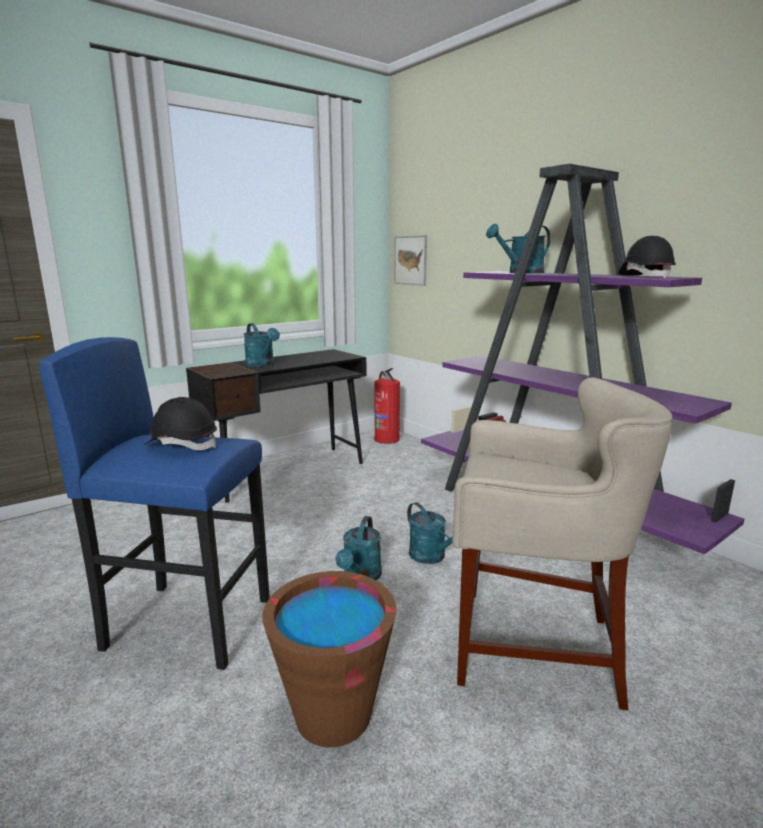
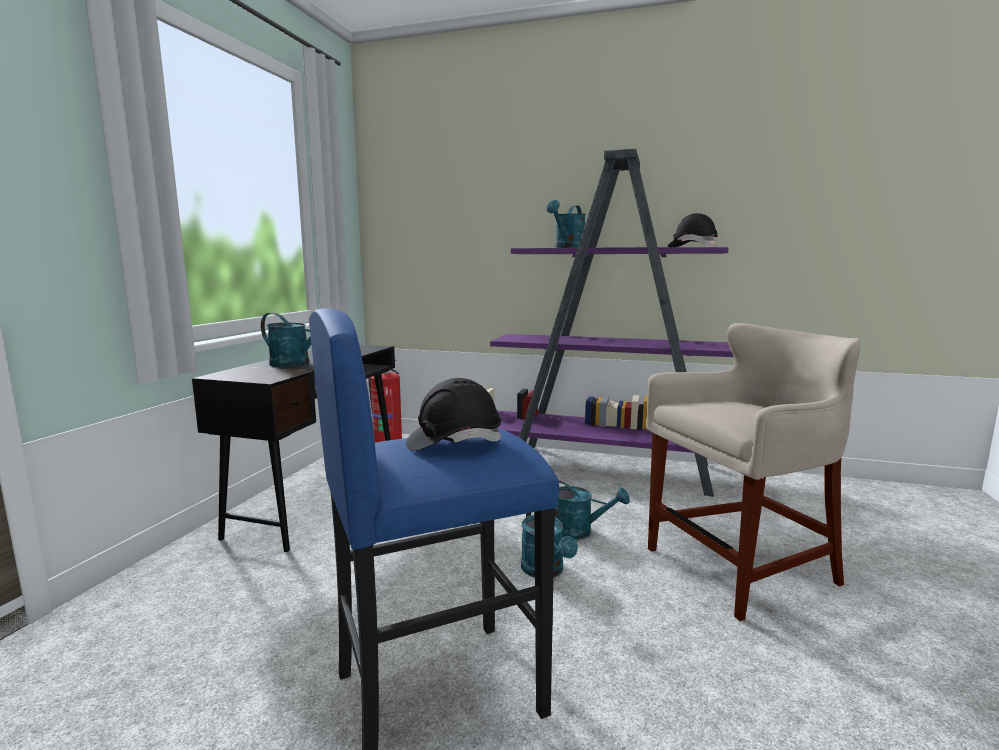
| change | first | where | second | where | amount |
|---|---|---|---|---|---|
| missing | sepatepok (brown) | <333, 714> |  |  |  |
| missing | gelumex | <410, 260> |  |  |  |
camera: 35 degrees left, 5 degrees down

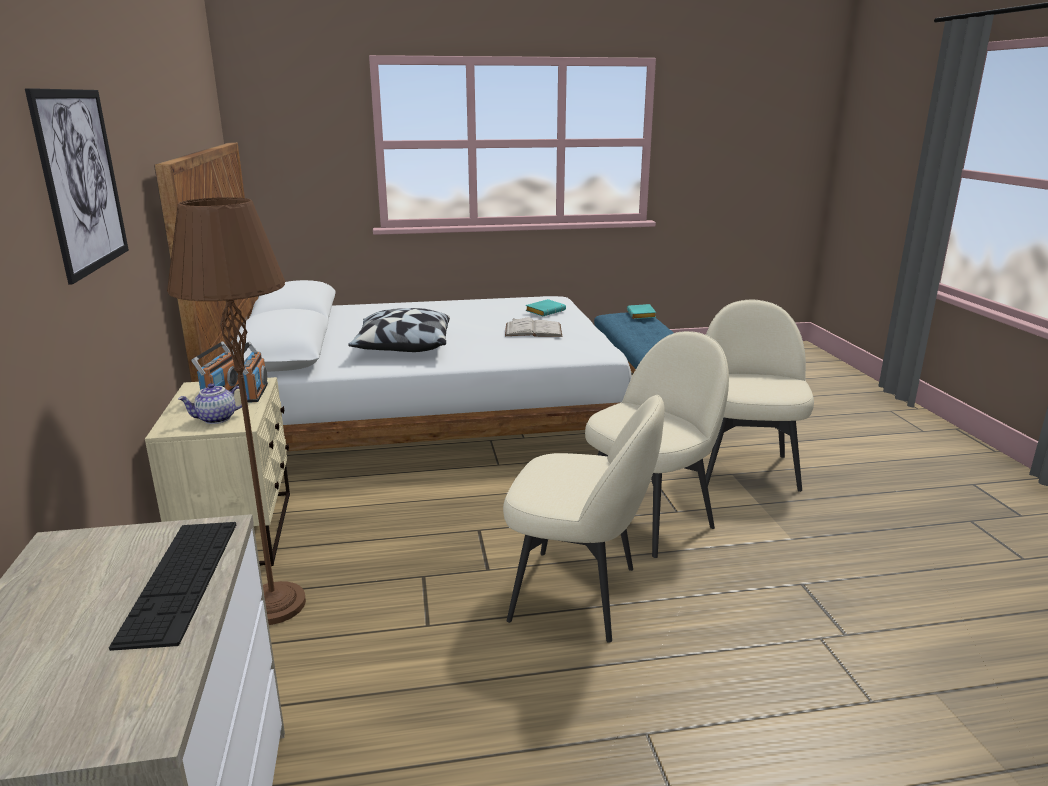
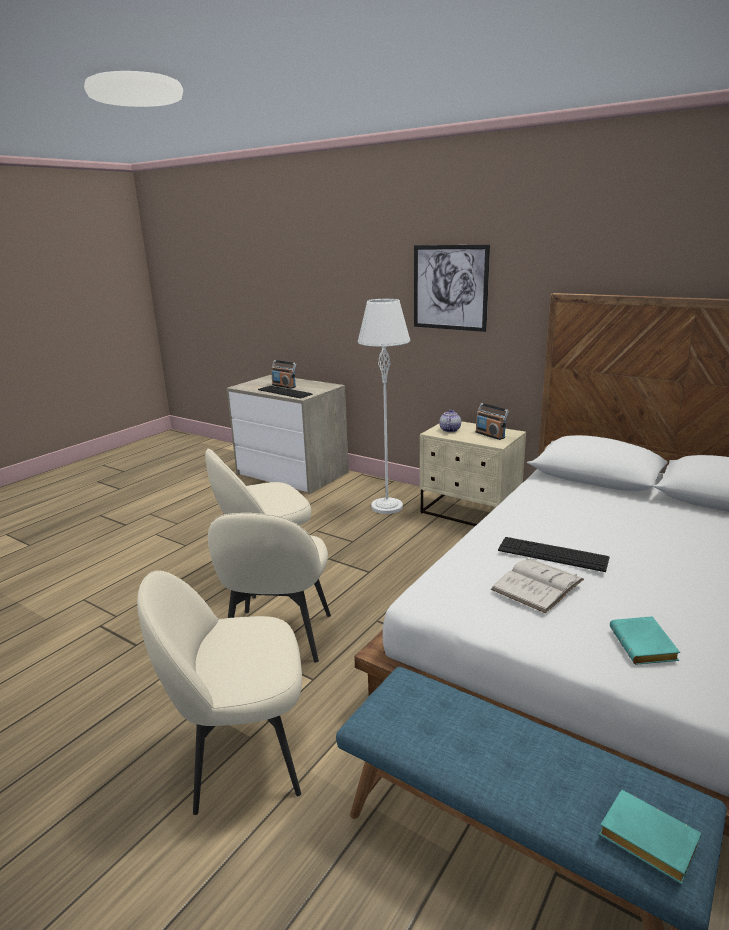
| change | first | where | second | where | amount |
|---|---|---|---|---|---|
| missing | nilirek | <402, 348> |  |  |  |
| appeared |  |  | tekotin | <552, 554> |  |
| relocated | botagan | <255, 393> |  | <284, 386> |  |
| colour | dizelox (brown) | <274, 605> | dizelox (white) | <386, 507> |  |
| spun | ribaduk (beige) | <744, 469> |  | <242, 755> | 120 degrees clockwise |
camera: 135 degrees right, 0 degrees up

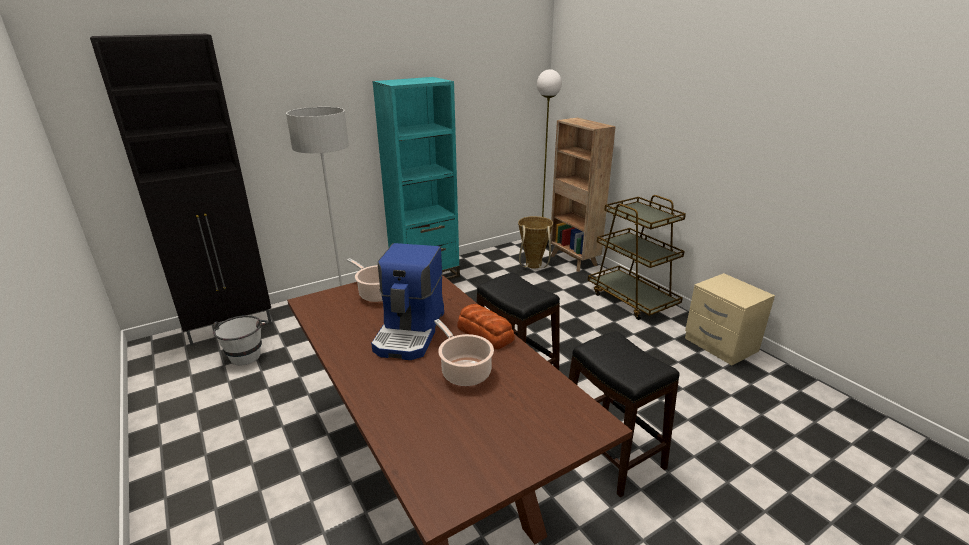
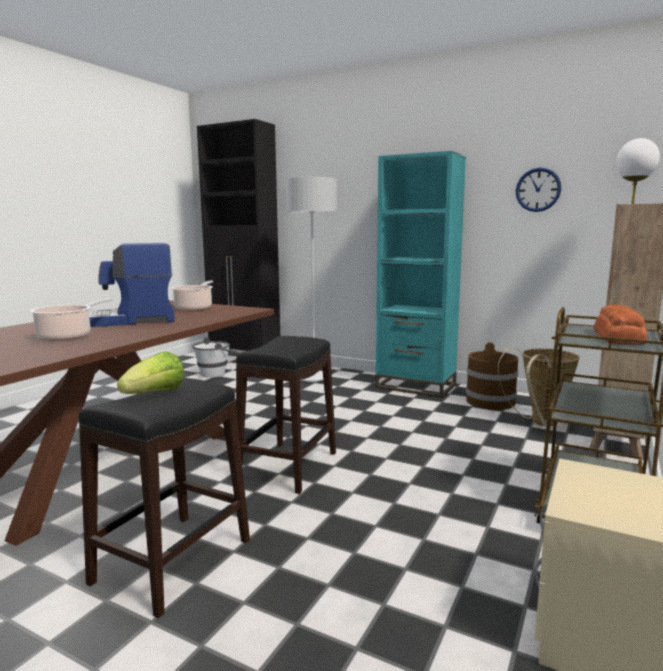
| change | first | where | second | where | amount |
|---|---|---|---|---|---|
| appeared |  |  | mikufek | <155, 394> |  |
| appeared |  |  | sepatepok (brown) | <490, 402> |  |
| appeared |  |  | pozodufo | <538, 190> |  |
| relocated | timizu | <485, 333> |  | <619, 337> |  |
camera: 60 degrees right, 15 degrees down

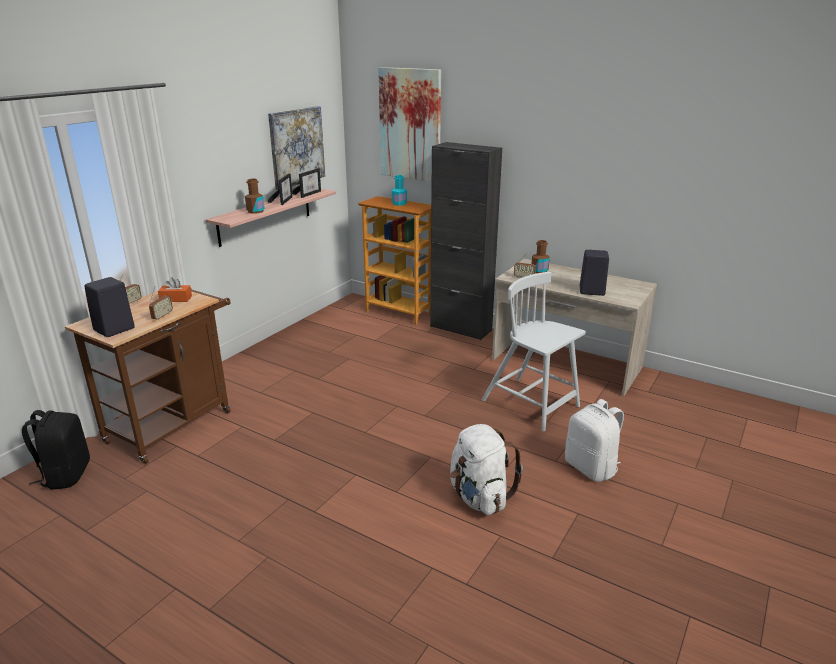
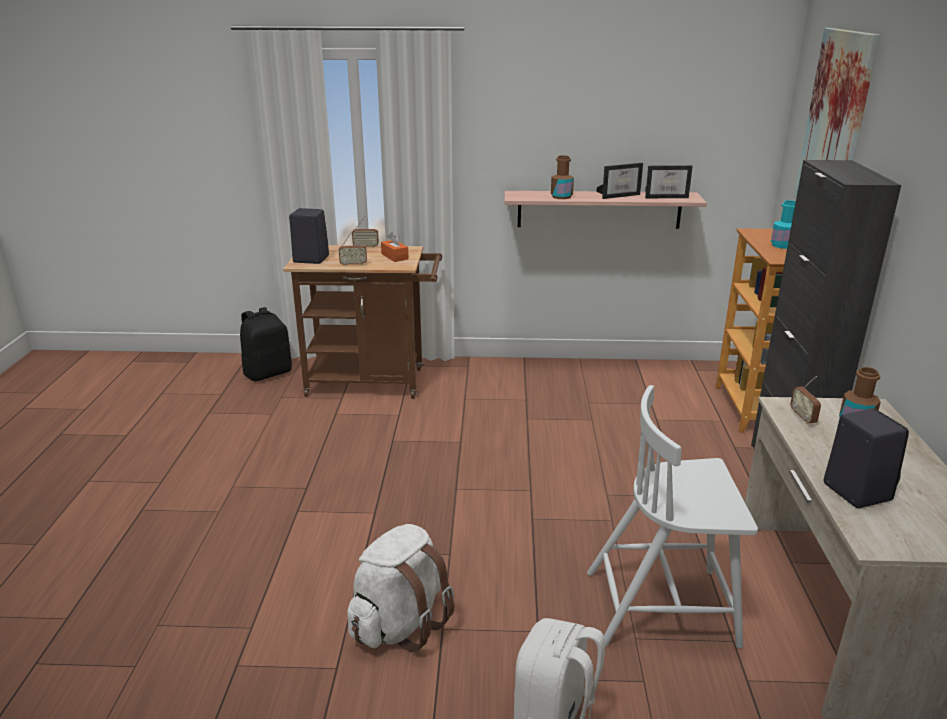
| change | first | where | second | where | amount |
|---|---|---|---|---|---|
| missing | gelumex | <296, 146> |  |  |  |
| spun | ribaduk (white) | <532, 404> |  | <663, 607> | 105 degrees counterclockwise |
camera: 60 degrees right, 0 degrees up

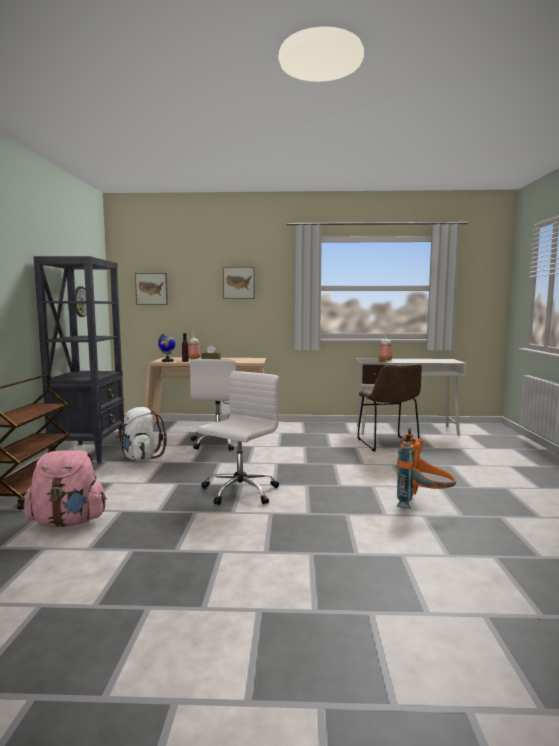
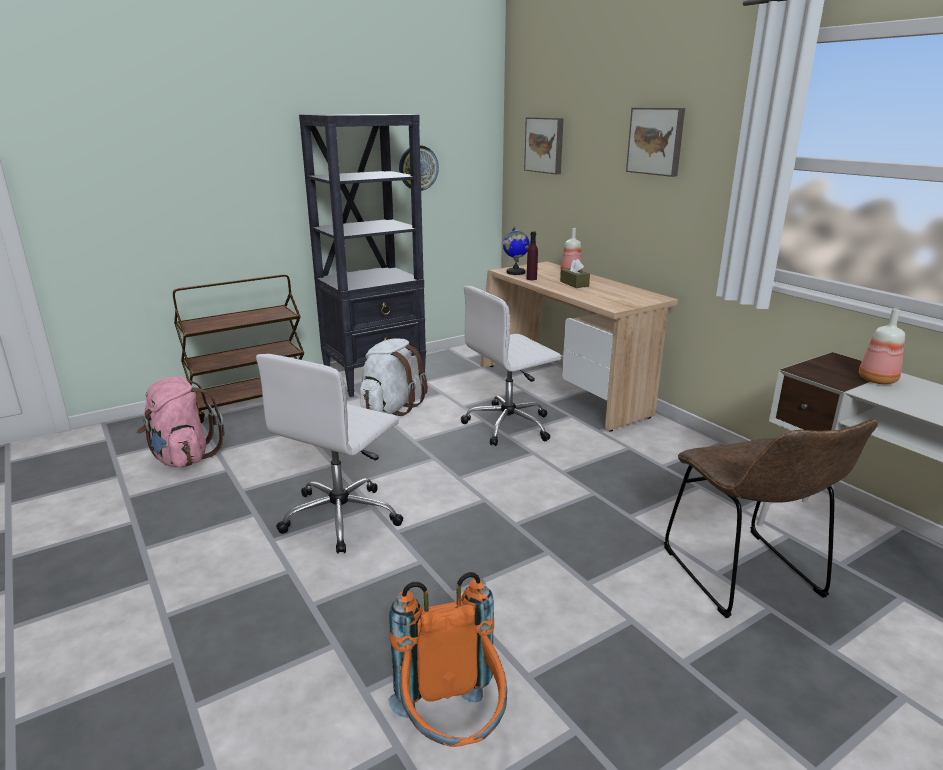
| change | first | where | second | where | amount |
|---|---|---|---|---|---|
| spun | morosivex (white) | <239, 492> |  | <342, 516> | 120 degrees clockwise |
| spun | ribaduk (brown) | <388, 445> |  | <746, 577> | 60 degrees counterclockwise |
camera: 55 degrees right, 15 degrees up

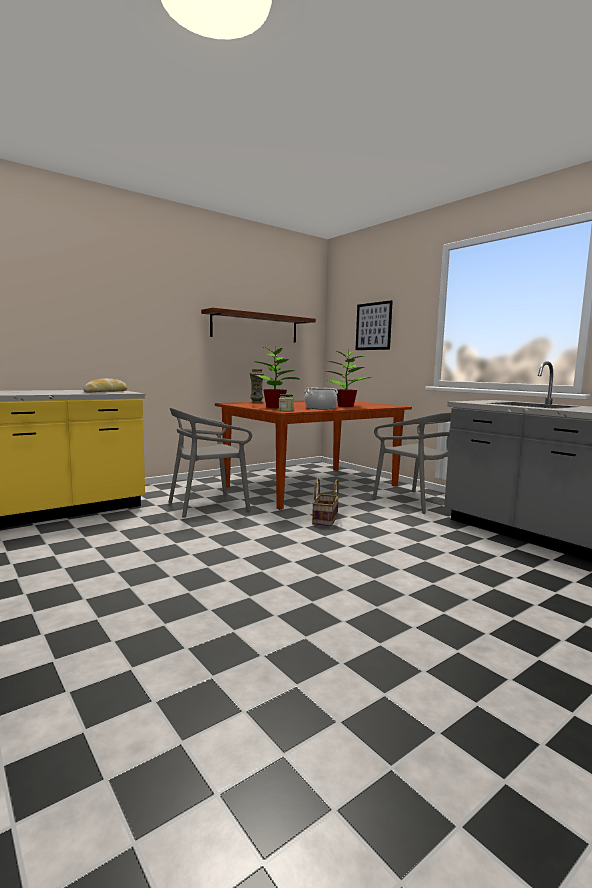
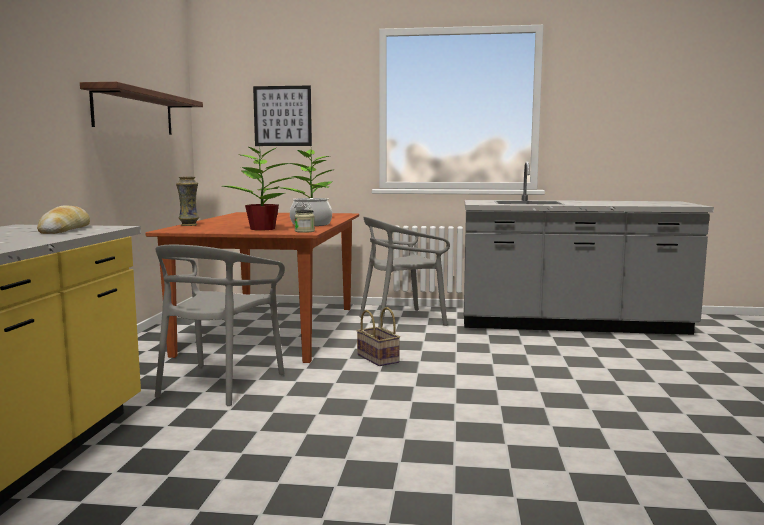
| change | first | where | second | where | amount |
|---|---|---|---|---|---|
| spun | ribaduk (grey) | <414, 502> |  | <402, 320> | 150 degrees clockwise |
camera: 45 degrees left, 0 degrees up

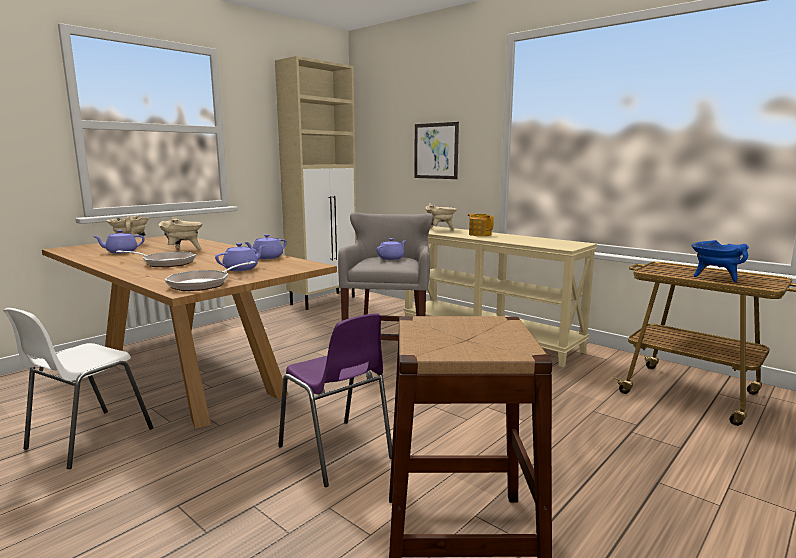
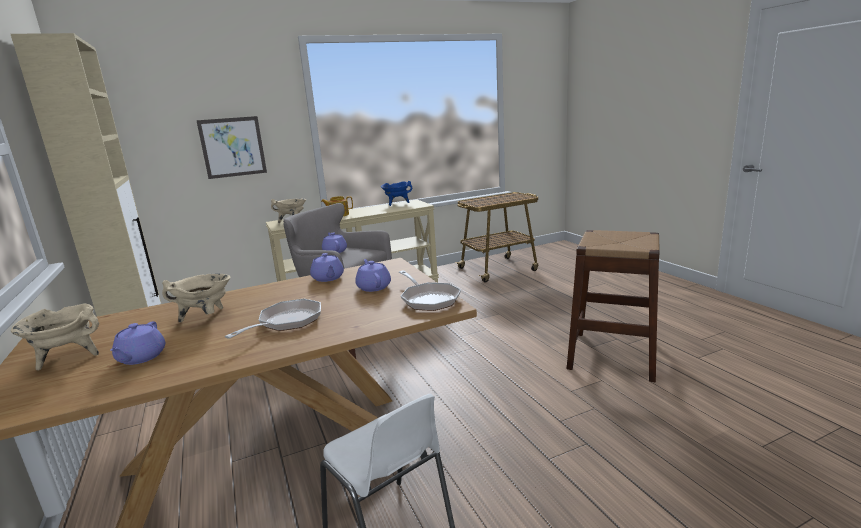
| change | first | where | second | where | amount |
|---|---|---|---|---|---|
| missing | ribaduk (purple) | <337, 453> |  |  |  |
| relocated | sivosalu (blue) | <715, 277> |  | <397, 203> |  |
camera: 65 degrees left, 5 degrees up

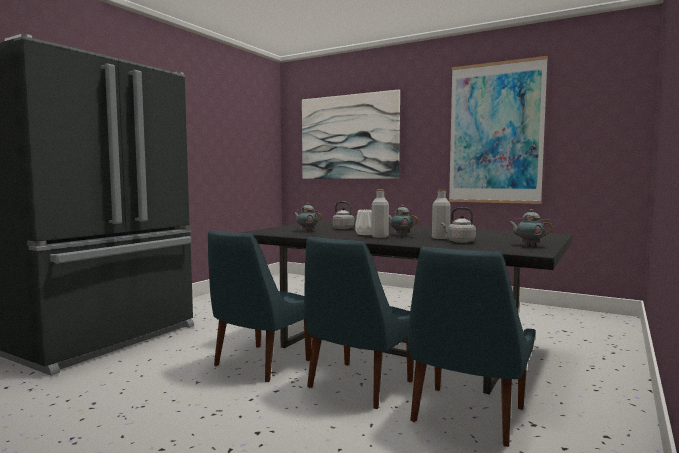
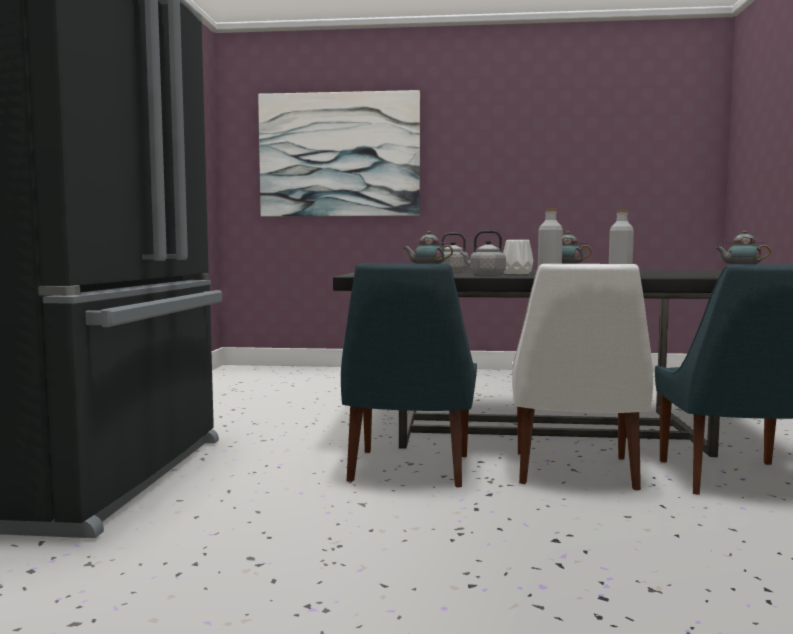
| change | first | where | second | where | amount |
|---|---|---|---|---|---|
| missing | gelumex | <495, 133> |  |  |  |
| relocated | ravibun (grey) | <459, 241> |  | <485, 275> |  |
| colour | ribaduk (blue) | <357, 386> | ribaduk (white) | <574, 472> |  |
camera: 25 degrees left, 0 degrees up

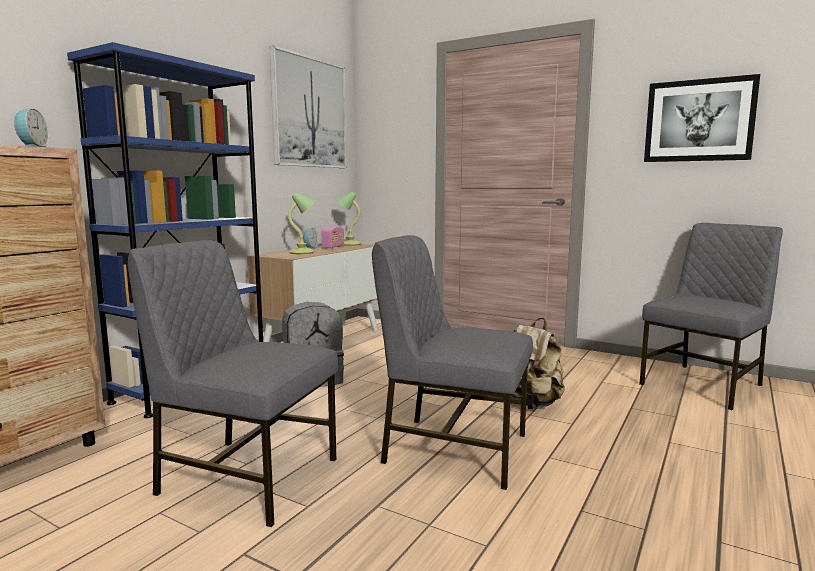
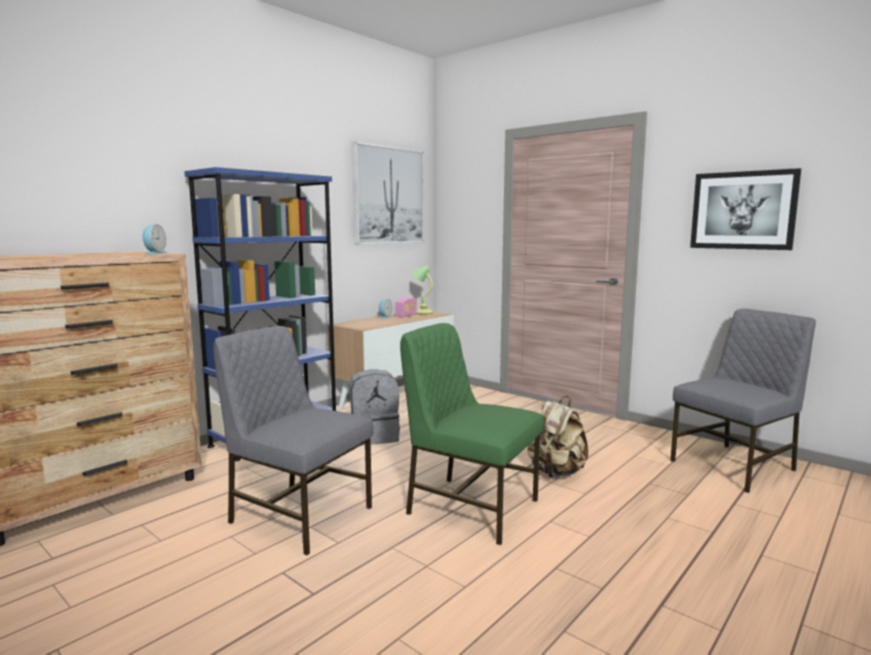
| change | first | where | second | where | amount |
|---|---|---|---|---|---|
| missing | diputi | <302, 252> |  |  |  |
| colour | ribaduk (grey) | <453, 448> | ribaduk (green) | <470, 507> |  |
camera: 10 degrees right, 0 degrees up

